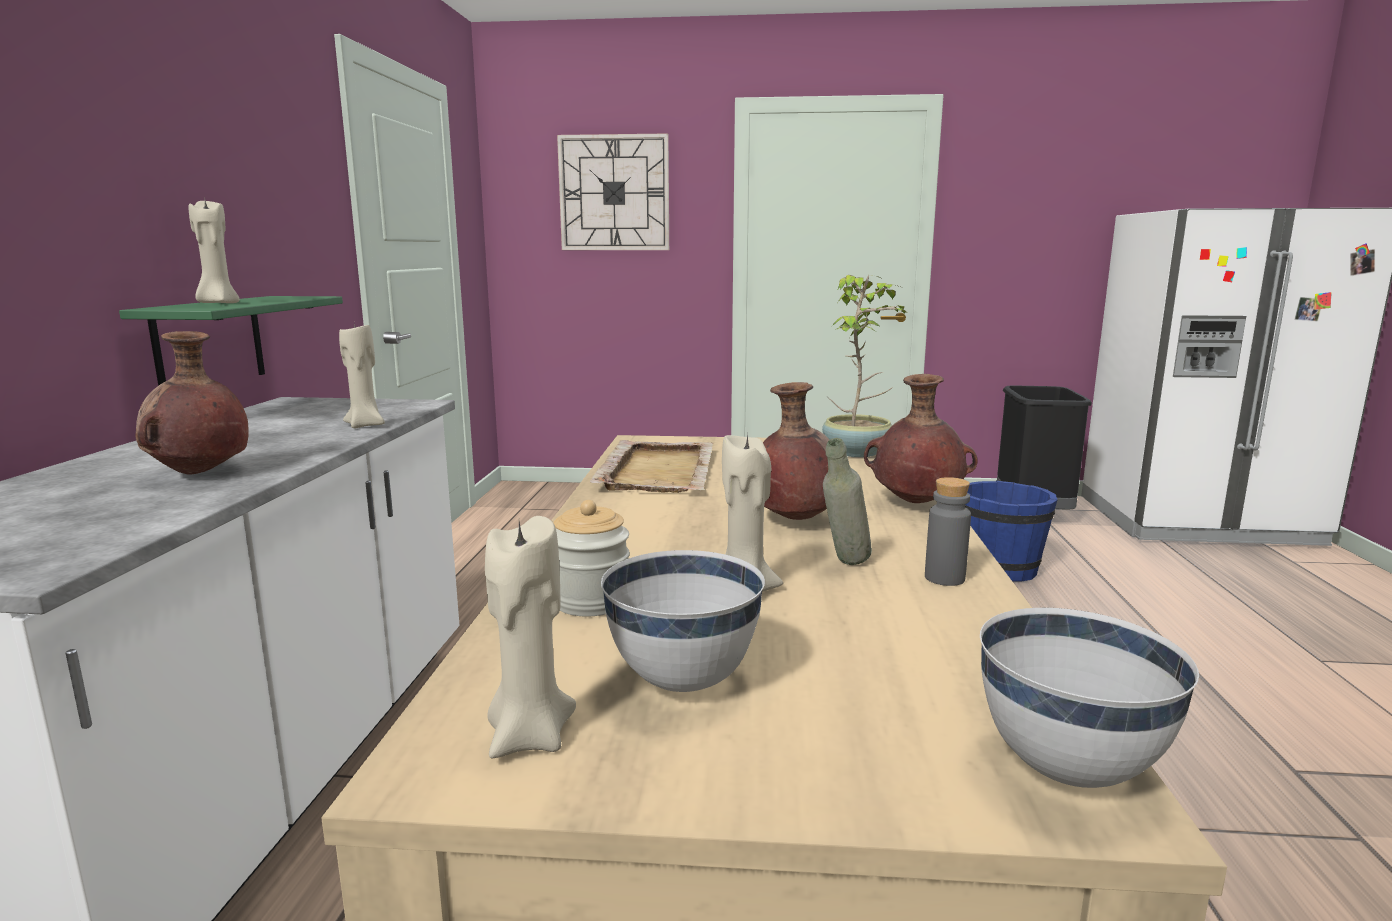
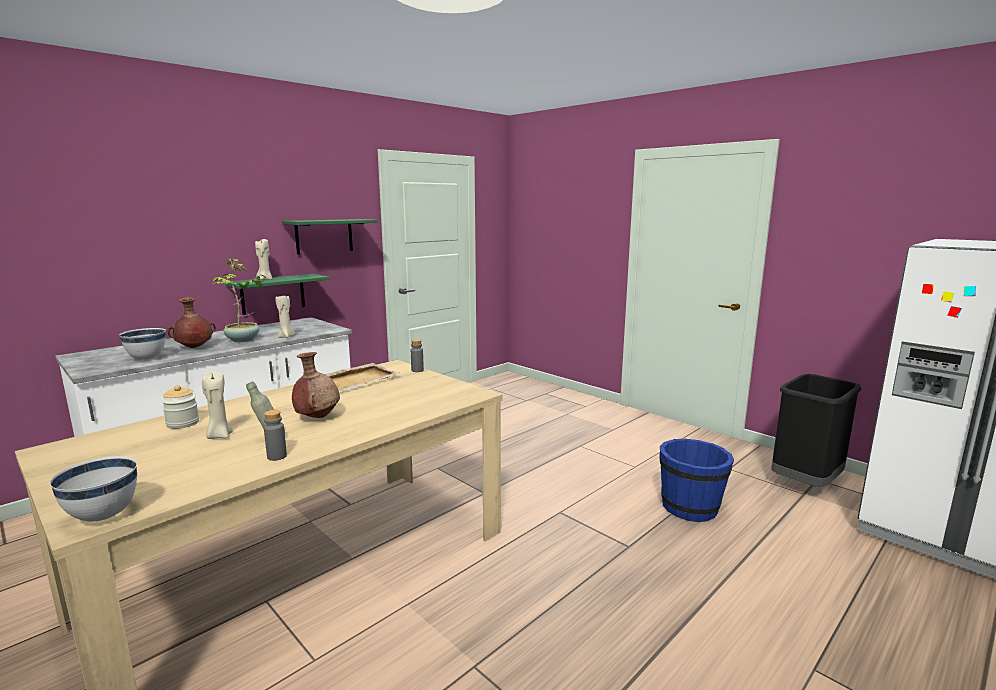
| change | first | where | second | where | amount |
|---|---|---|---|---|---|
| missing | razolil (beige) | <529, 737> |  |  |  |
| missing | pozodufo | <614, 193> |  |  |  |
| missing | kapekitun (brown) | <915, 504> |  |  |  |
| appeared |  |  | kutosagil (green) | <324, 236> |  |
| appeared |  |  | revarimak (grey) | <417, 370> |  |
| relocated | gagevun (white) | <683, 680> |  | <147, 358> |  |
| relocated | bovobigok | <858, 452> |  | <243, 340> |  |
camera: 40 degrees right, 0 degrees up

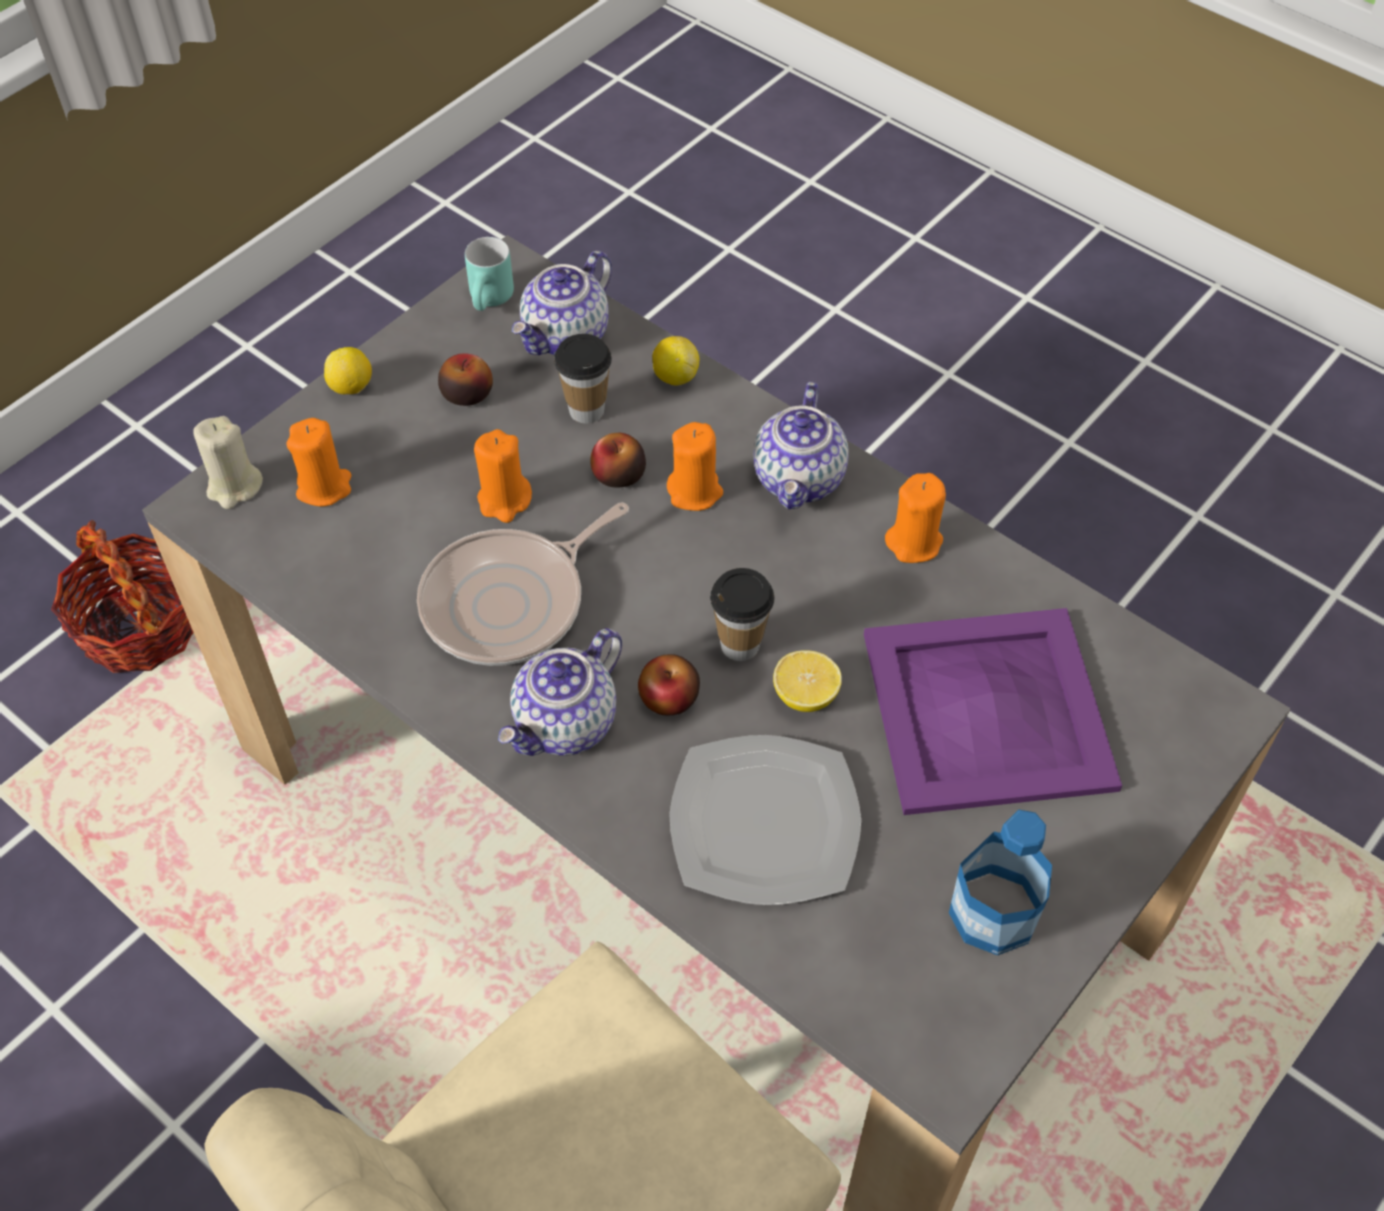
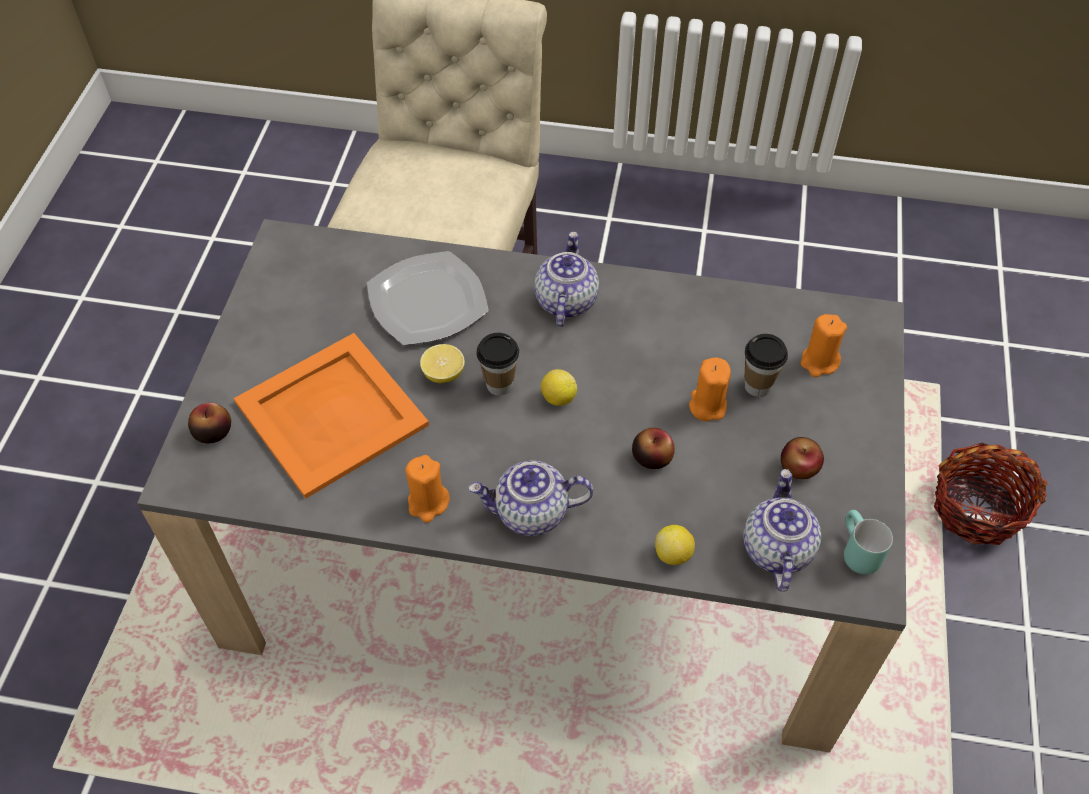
| change | first | where | second | where | amount |
|---|---|---|---|---|---|
| missing | razolil (beige) | <234, 487> |  |  |  |
| missing | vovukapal | <511, 602> |  |  |  |
| missing | razolil (orange) | <695, 491> |  |  |  |
| missing | revarimak | <993, 913> |  |  |  |
| relocated | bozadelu | <352, 387> |  | <558, 398> |  |
| relocated | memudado | <586, 410> |  | <757, 386> |  |
| relocated | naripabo | <669, 698> |  | <213, 432> |  |
| colour | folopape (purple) | <985, 709> | folopape (orange) | <333, 414> |  |
| spun | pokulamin | <800, 479> |  | <531, 513> | 75 degrees counterclockwise |
camera: 150 degrees right, 0 degrees up

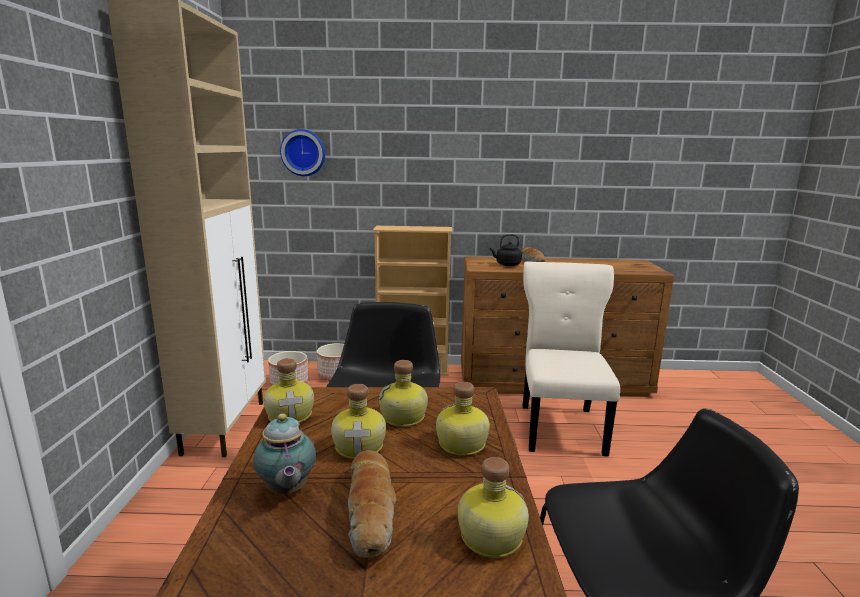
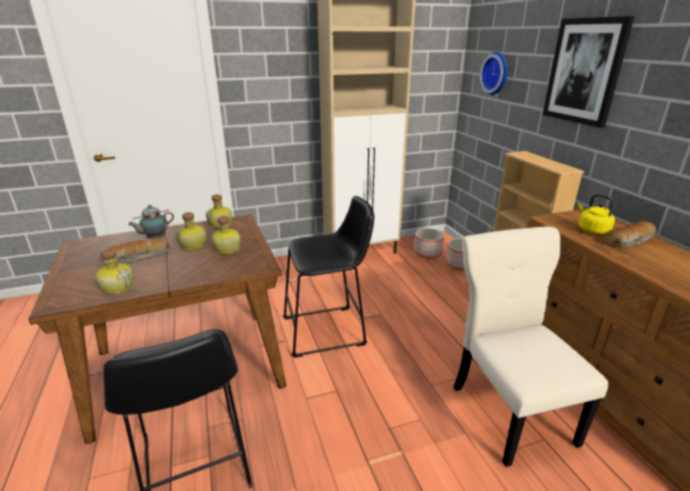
| change | first | where | second | where | amount |
|---|---|---|---|---|---|
| missing | revarimak | <461, 444> |  |  |  |
| appeared |  |  | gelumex | <584, 71> |  |
| colour | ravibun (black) | <507, 264> | ravibun (yellow) | <591, 230> |  |
| spun | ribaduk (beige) | <561, 427> |  | <509, 410> | 90 degrees counterclockwise |
camera: 70 degrees right, 10 degrees up

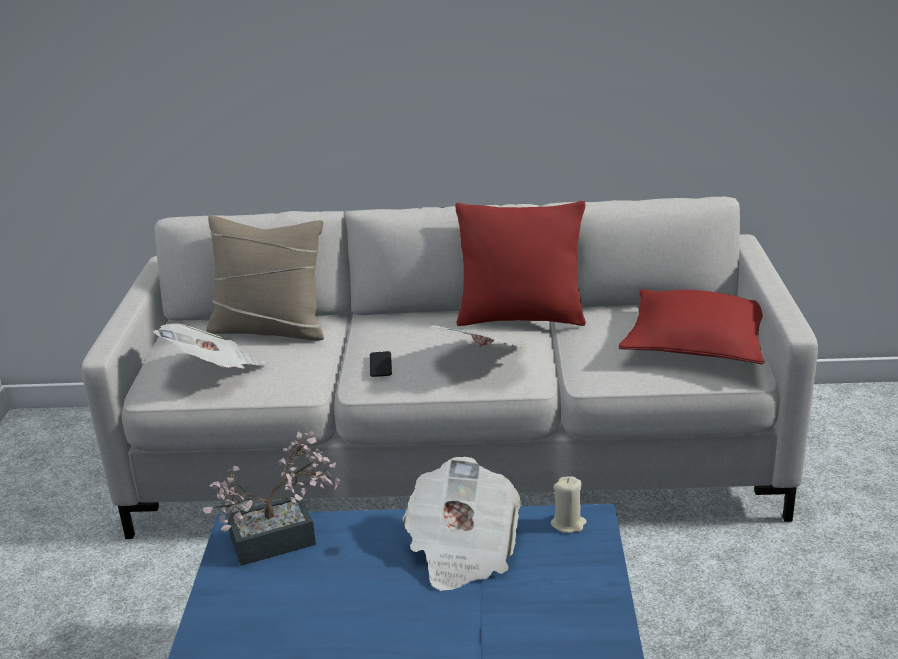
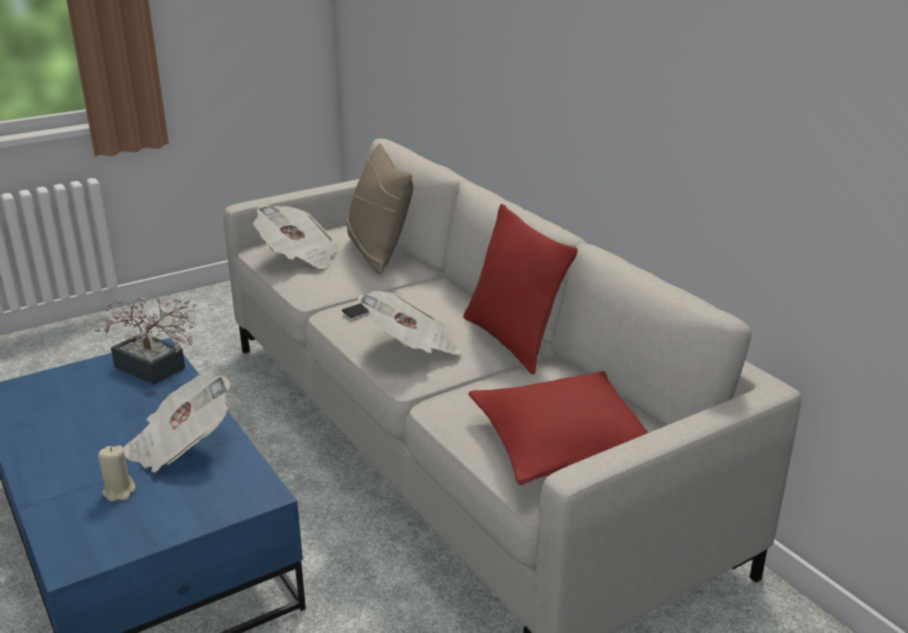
| change | first | where | second | where | amount |
|---|---|---|---|---|---|
| relocated | razolil (beige) | <568, 524> |  | <119, 491> |  |
camera: 55 degrees right, 0 degrees up

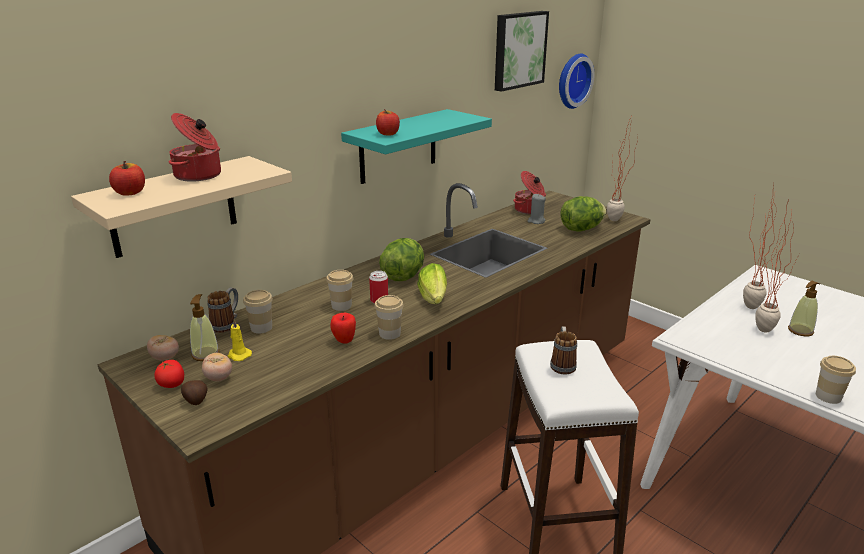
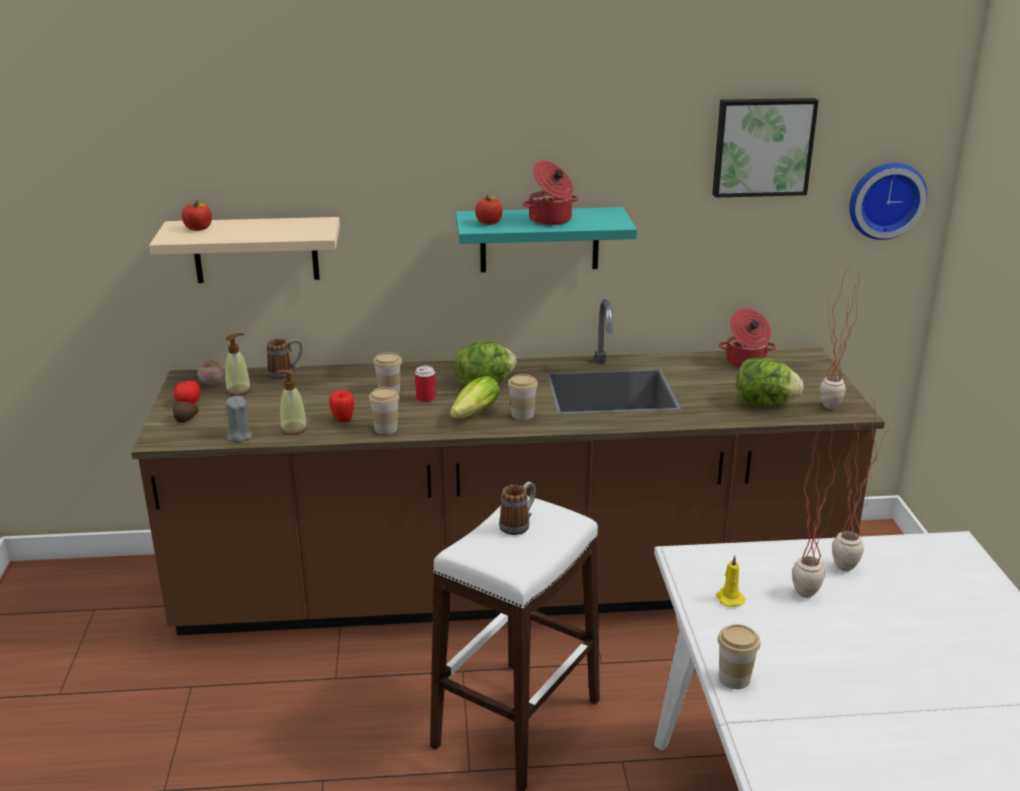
| change | first | where | second | where | amount |
|---|---|---|---|---|---|
| missing | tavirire | <219, 378> |  |  |  |
| relocated | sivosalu | <199, 175> |  | <551, 220> |  |
| relocated | razolil (yellow) | <238, 355> |  | <729, 598> |  |
| relocated | memudado | <261, 328> |  | <522, 414> |  |
| relocated | razolil (grey) | <536, 221> |  | <239, 436> |  |
| relocated | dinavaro | <800, 331> |  | <293, 429> |  |
camera: 40 degrees right, 0 degrees up

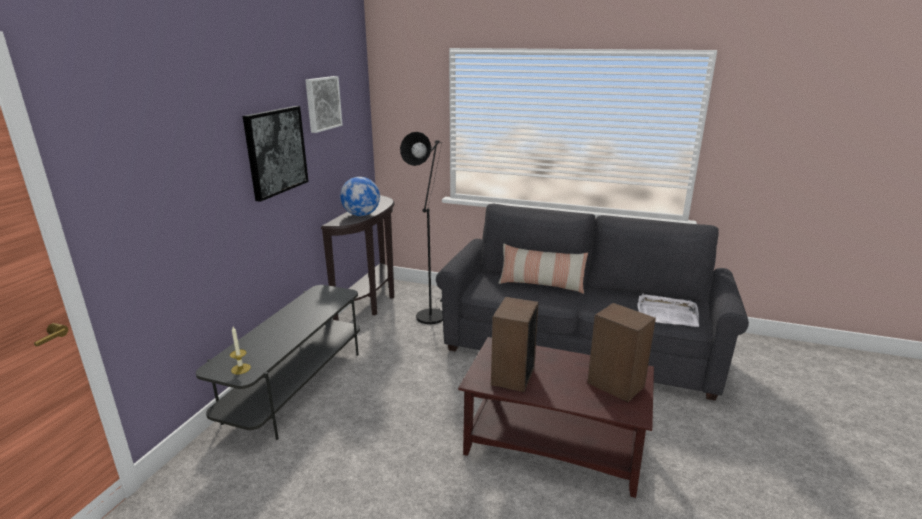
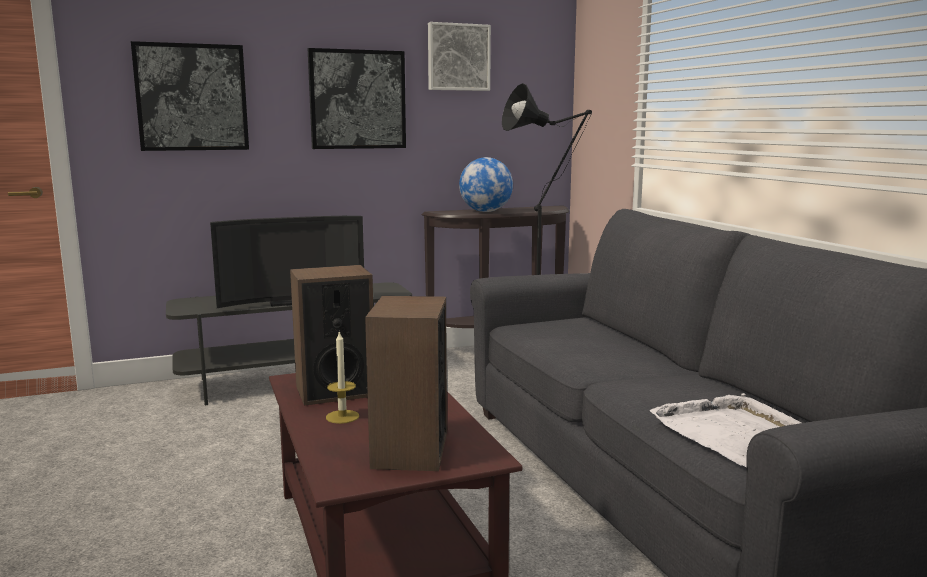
| change | first | where | second | where | amount |
|---|---|---|---|---|---|
| missing | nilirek | <541, 285> |  |  |  |
| appeared |  |  | gelumex | <192, 97> |  |
| appeared |  |  | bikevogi | <290, 302> |  |
| relocated | razolil | <241, 369> |  | <342, 417> |  |
camera: 50 degrees right, 10 degrees down

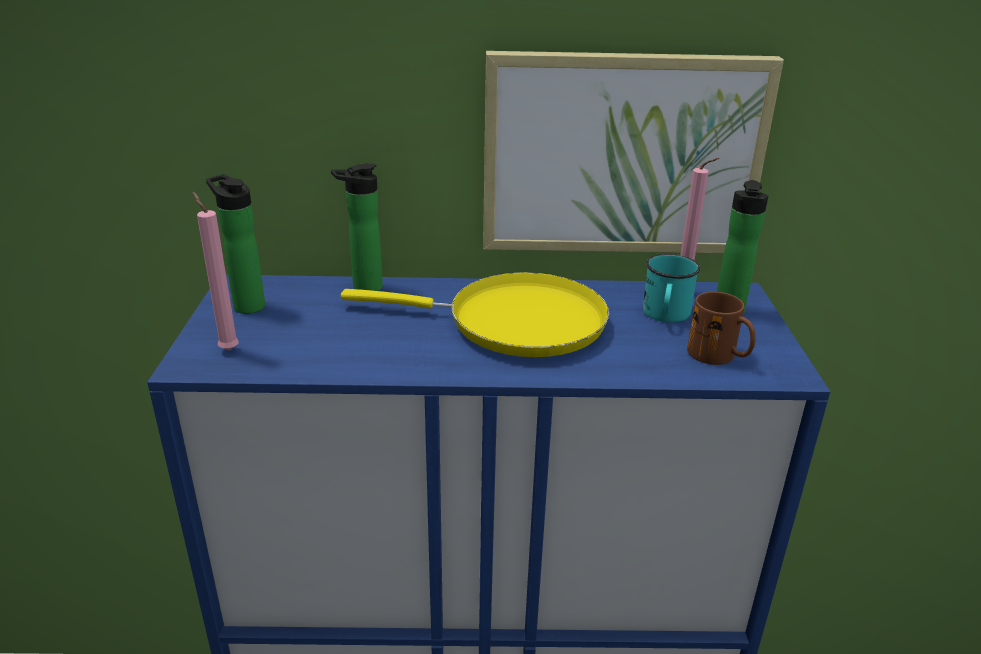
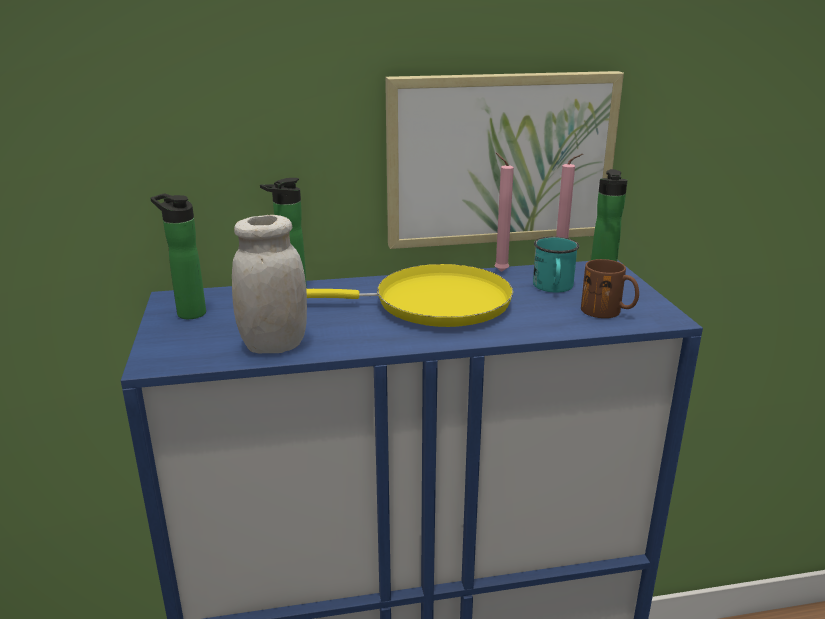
| change | first | where | second | where | amount |
|---|---|---|---|---|---|
| appeared |  |  | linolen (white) | <274, 345> |  |
| relocated | razolil (pink) | <227, 349> |  | <499, 271> |  |
camera: 10 degrees left, 5 degrees down

